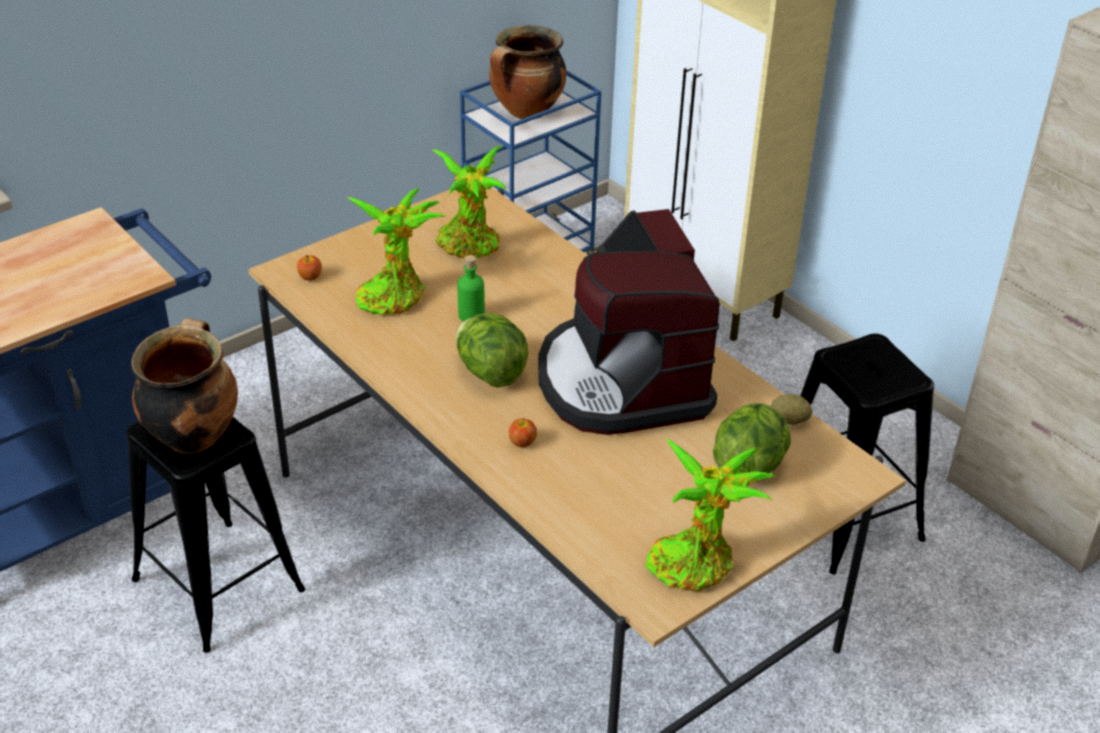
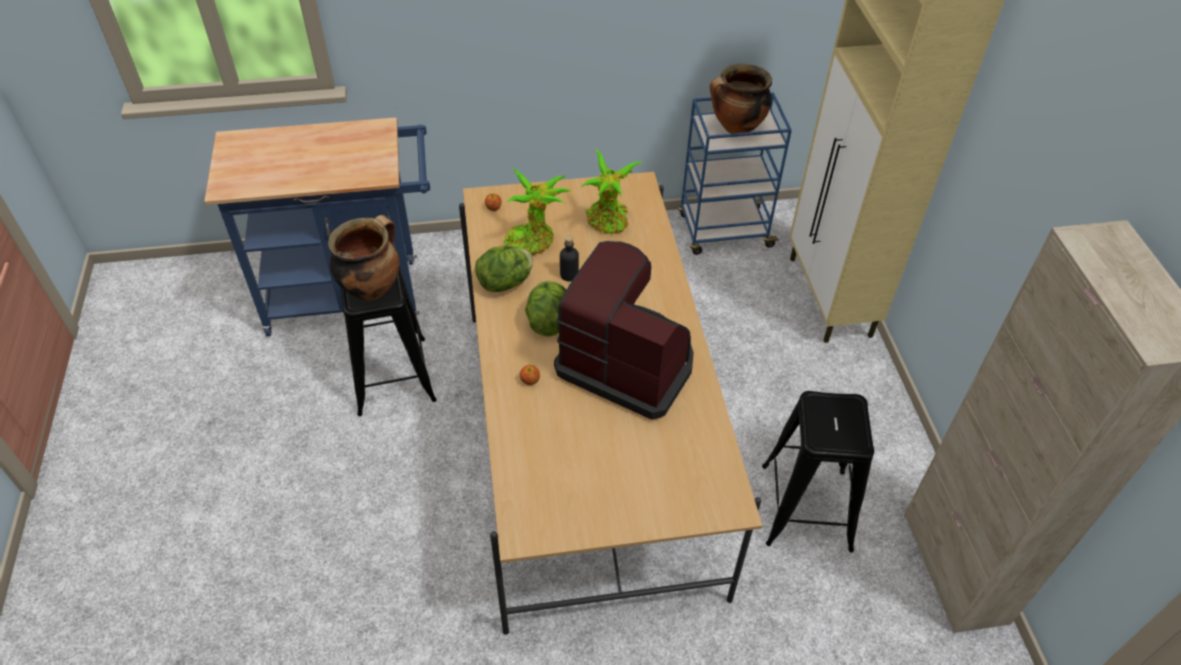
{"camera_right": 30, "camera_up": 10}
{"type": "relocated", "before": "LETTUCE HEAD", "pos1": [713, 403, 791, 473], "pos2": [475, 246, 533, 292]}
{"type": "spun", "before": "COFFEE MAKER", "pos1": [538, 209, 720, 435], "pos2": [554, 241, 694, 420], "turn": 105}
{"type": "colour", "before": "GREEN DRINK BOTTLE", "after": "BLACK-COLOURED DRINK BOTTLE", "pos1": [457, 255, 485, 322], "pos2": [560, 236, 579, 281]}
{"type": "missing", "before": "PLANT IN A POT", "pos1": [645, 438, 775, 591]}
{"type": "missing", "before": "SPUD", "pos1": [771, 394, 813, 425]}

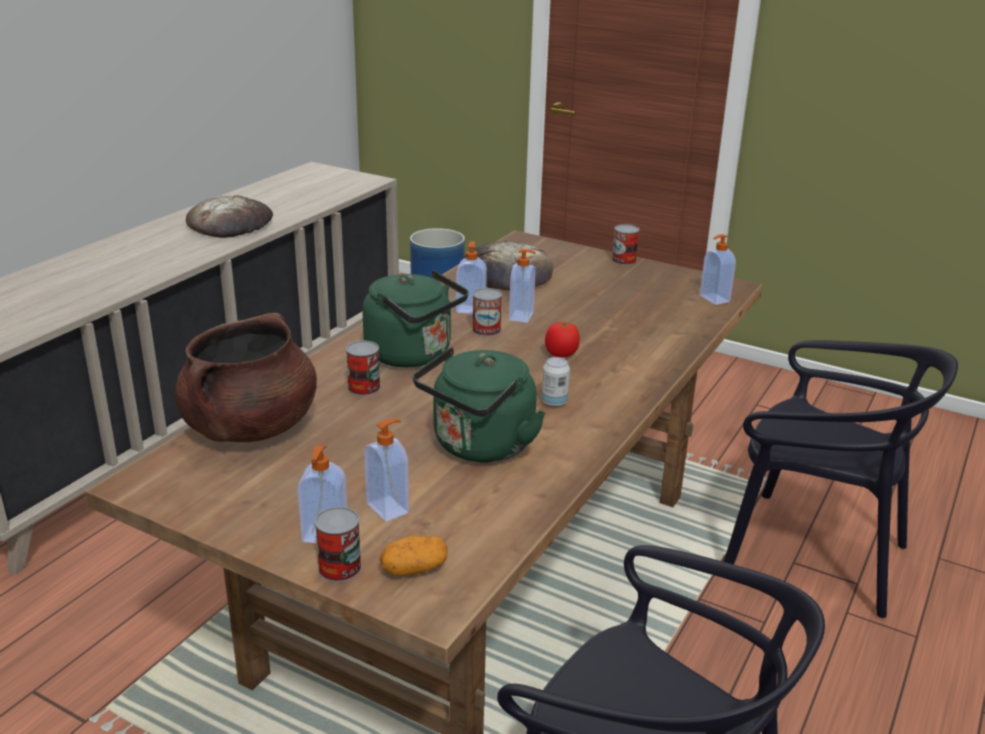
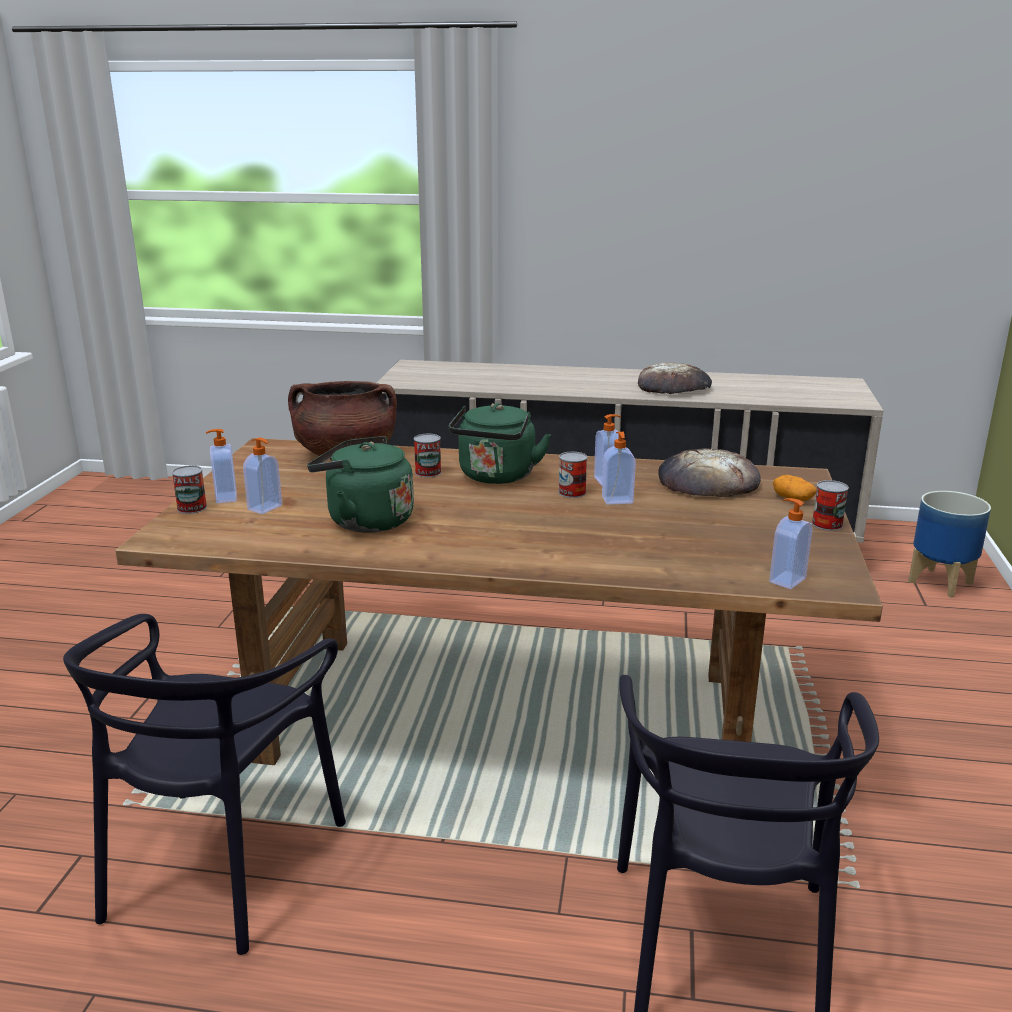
{"camera_right": 70, "camera_up": -5}
{"type": "relocated", "before": "SPUD", "pos1": [380, 536, 447, 576], "pos2": [773, 475, 816, 501]}
{"type": "missing", "before": "CAN", "pos1": [542, 357, 570, 407]}
{"type": "missing", "before": "TOMATO", "pos1": [545, 322, 580, 357]}

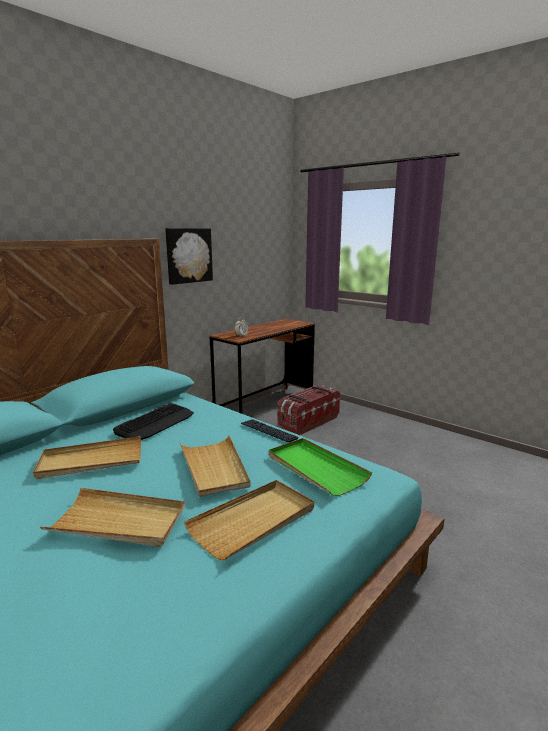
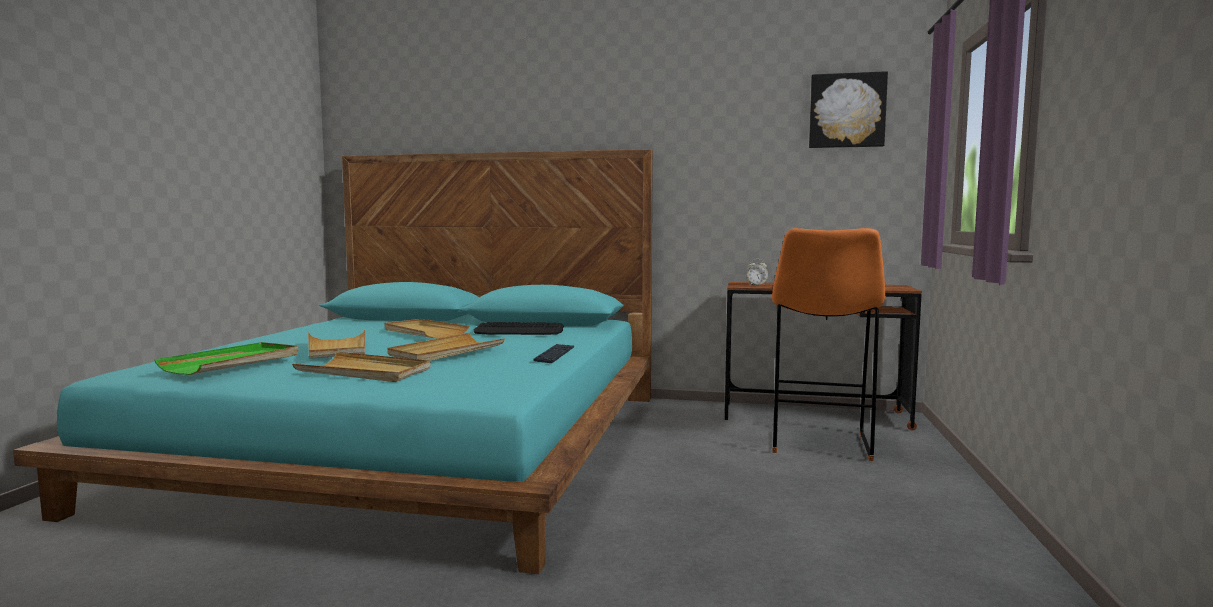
{"camera_right": 60, "camera_up": -10}
{"type": "relocated", "before": "GREEN TRAY", "pos1": [269, 438, 372, 496], "pos2": [154, 342, 299, 375]}
{"type": "exchanged", "before": "STORAGE CONTAINER", "after": "ORANGE-COLOURED STOOL", "pos1": [278, 386, 340, 435], "pos2": [772, 228, 885, 461]}
{"type": "relocated", "before": "WALL PICTURE", "pos1": [165, 228, 213, 285], "pos2": [809, 71, 888, 148]}

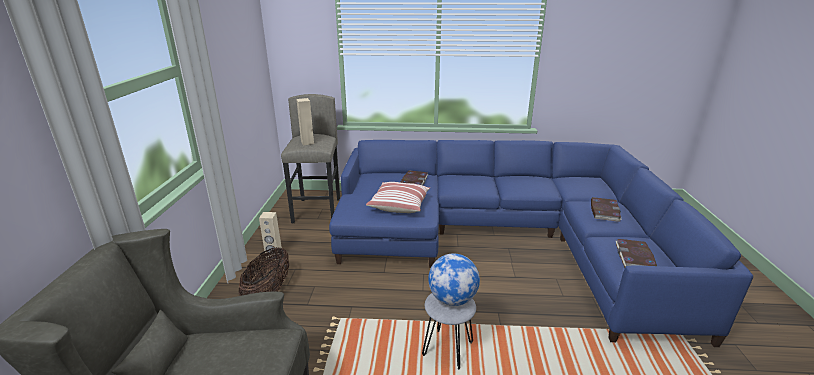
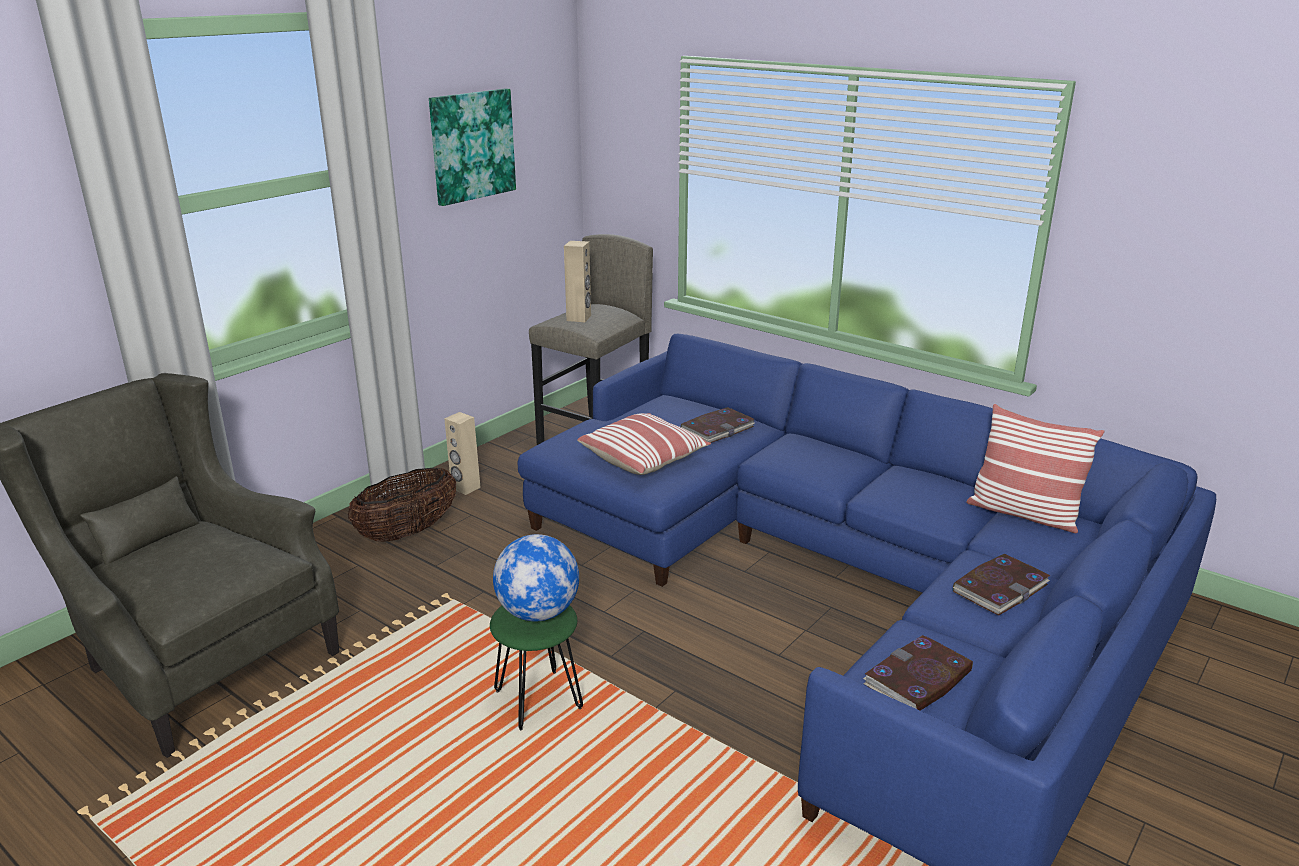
{"camera_right": 35, "camera_up": 0}
{"type": "appeared", "after": "WALL PICTURE", "pos2": [429, 88, 516, 206]}
{"type": "colour", "before": "GREYISH STOOL", "after": "GREEN STOOL", "pos1": [422, 293, 476, 369], "pos2": [490, 605, 583, 730]}
{"type": "appeared", "after": "THROW PILLOW", "pos2": [966, 404, 1104, 533]}

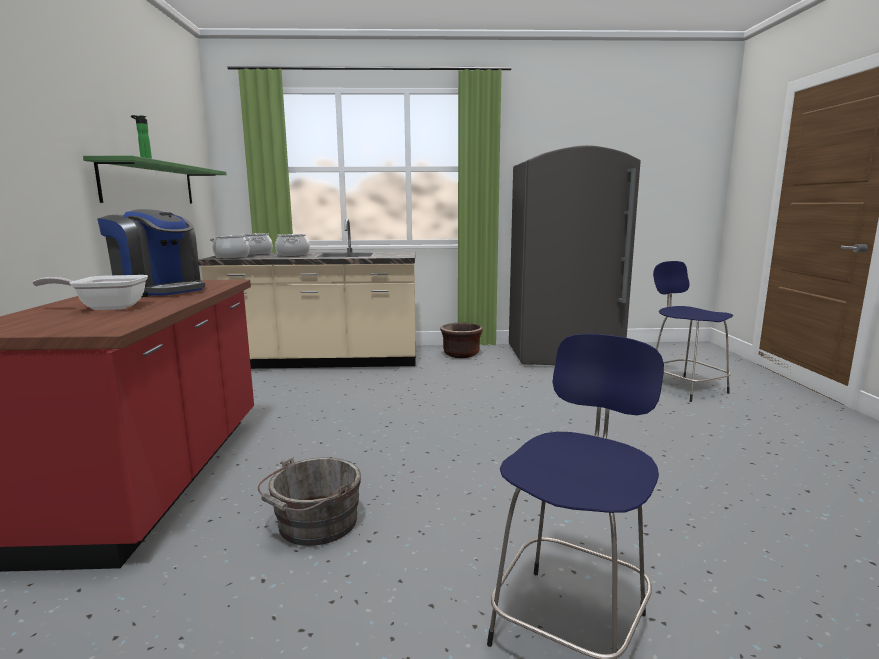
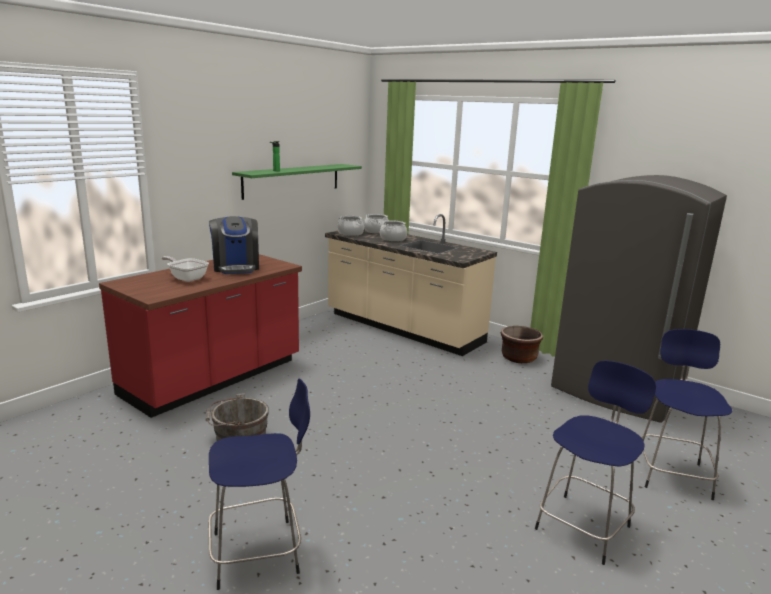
{"camera_right": 40, "camera_up": 5}
{"type": "appeared", "after": "BLUE-COLOURED STOOL", "pos2": [535, 361, 656, 565]}

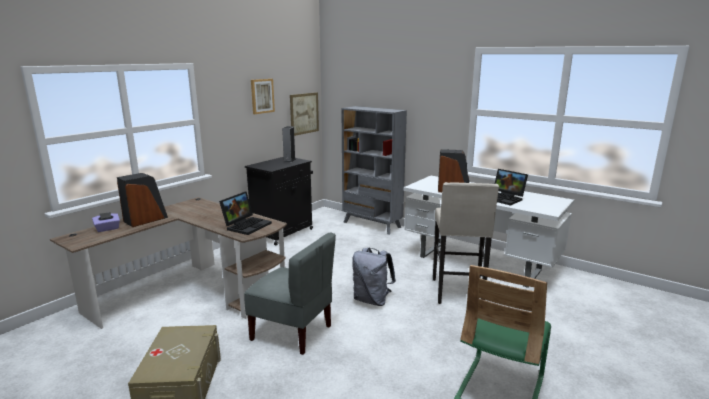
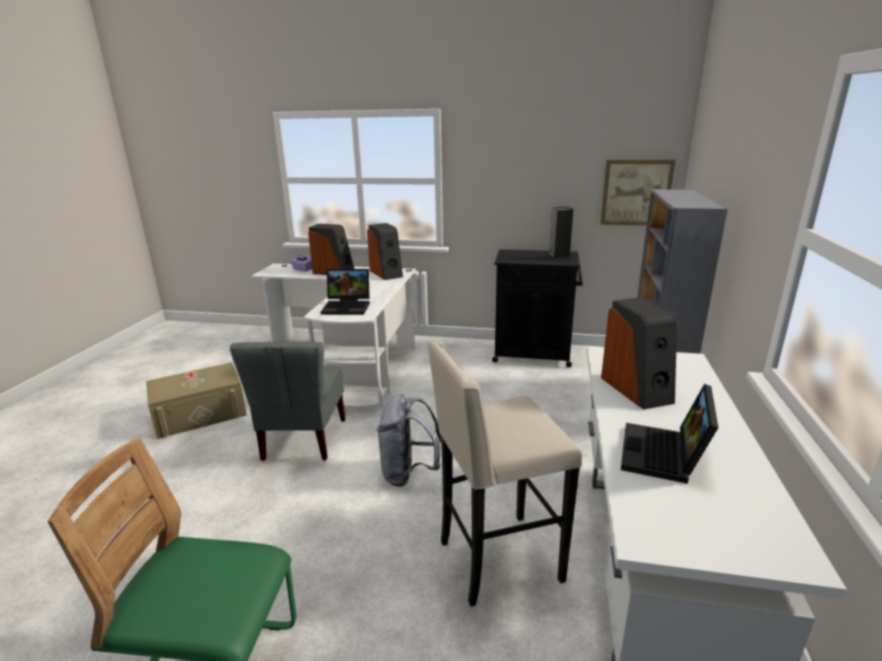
{"camera_right": 65, "camera_up": 5}
{"type": "colour", "before": "BROWNISH DESK TABLE", "after": "WHITISH DESK TABLE", "pos1": [50, 197, 287, 329], "pos2": [252, 264, 416, 409]}
{"type": "appeared", "after": "LOUDSPEAKER", "pos2": [367, 223, 403, 280]}
{"type": "missing", "before": "WALL PICTURE", "pos1": [251, 79, 275, 114]}

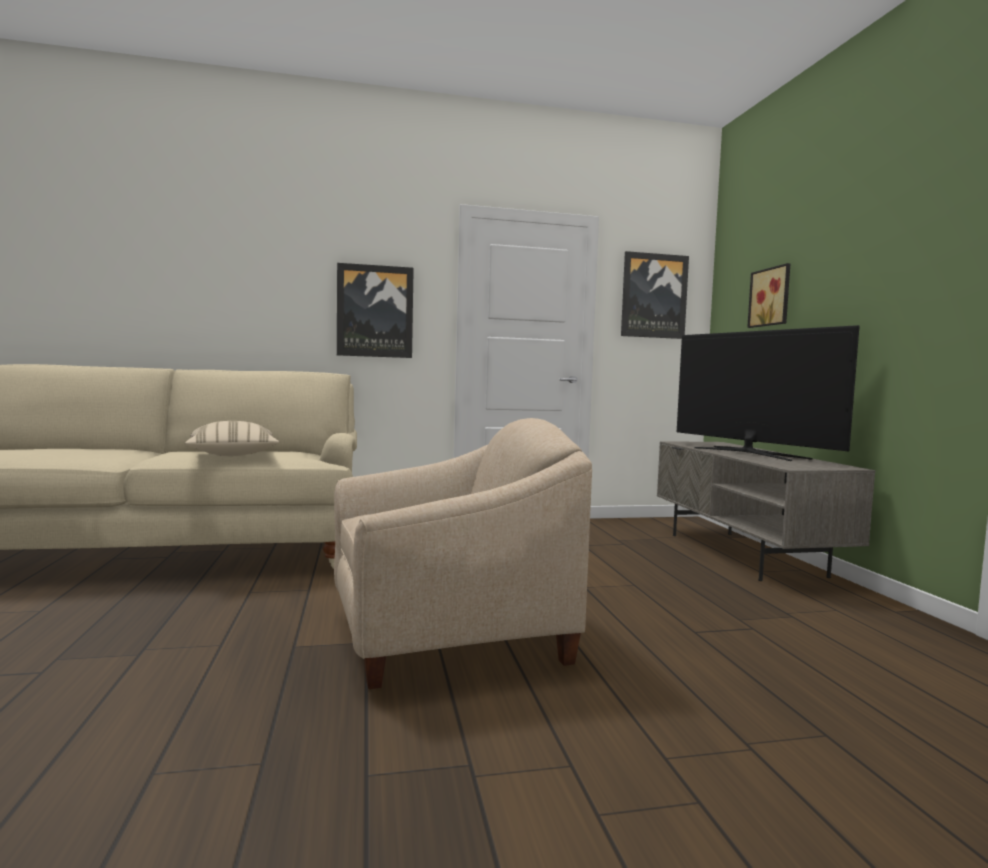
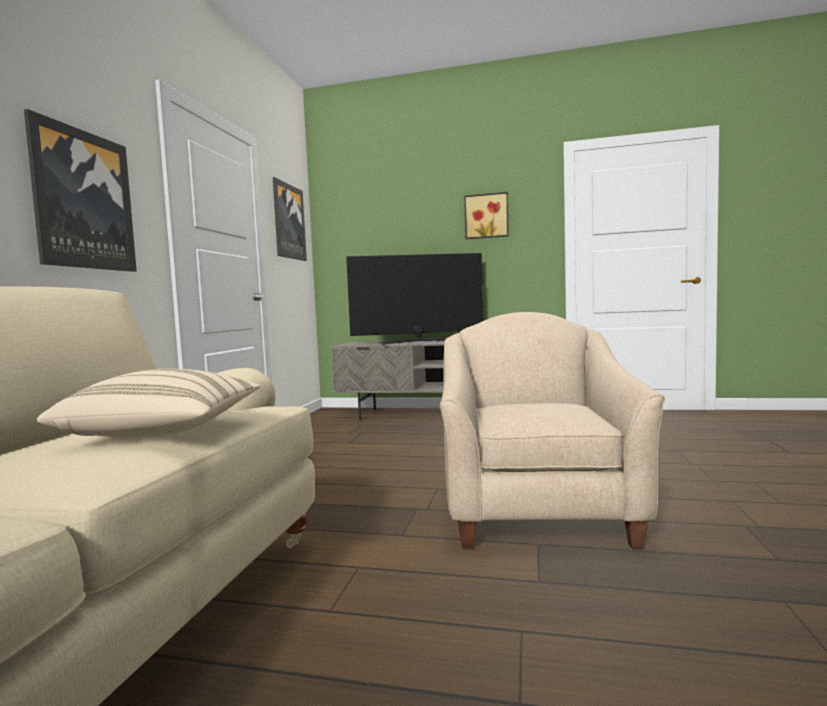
{"camera_right": -65, "camera_up": 0}
{"type": "relocated", "before": "WALL PICTURE", "pos1": [747, 263, 791, 328], "pos2": [464, 192, 509, 239]}

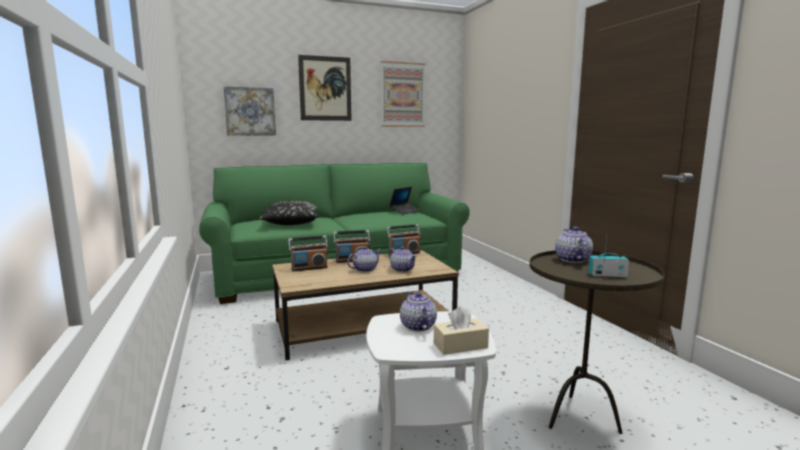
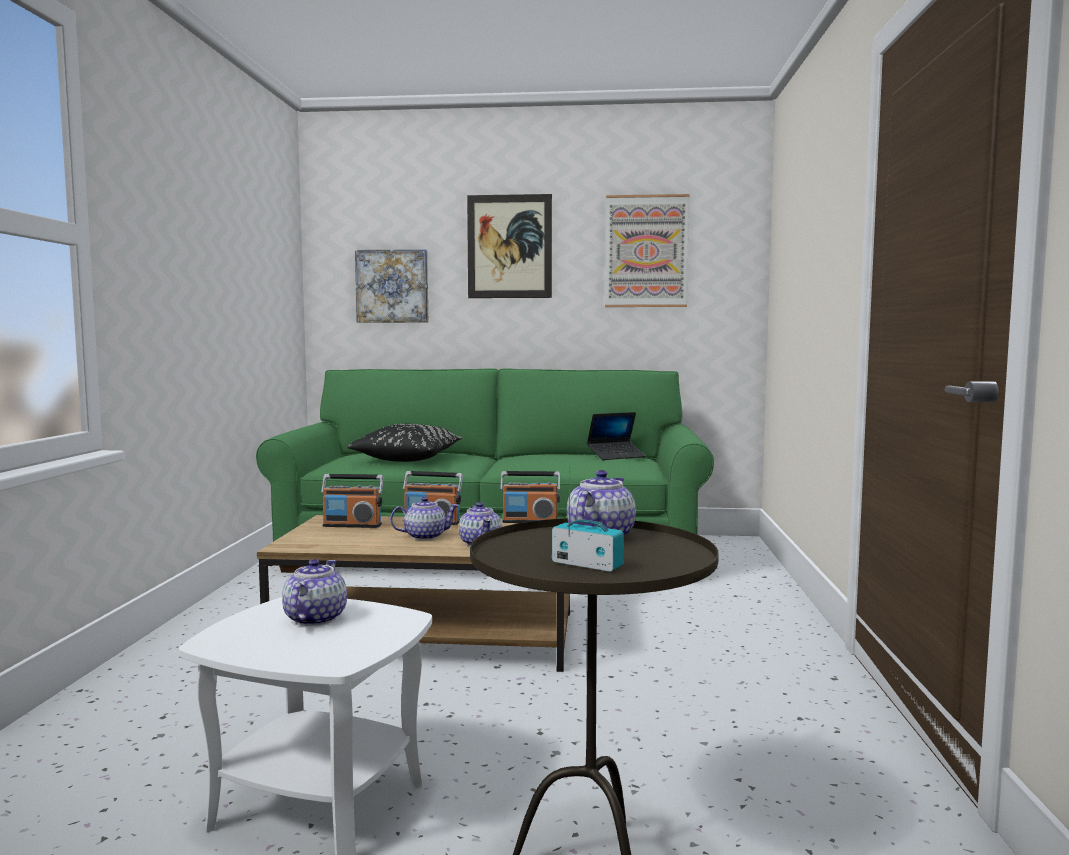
{"camera_right": 25, "camera_up": -5}
{"type": "missing", "before": "BEIGE-COLOURED BOX OF TISSUES", "pos1": [434, 306, 489, 355]}

